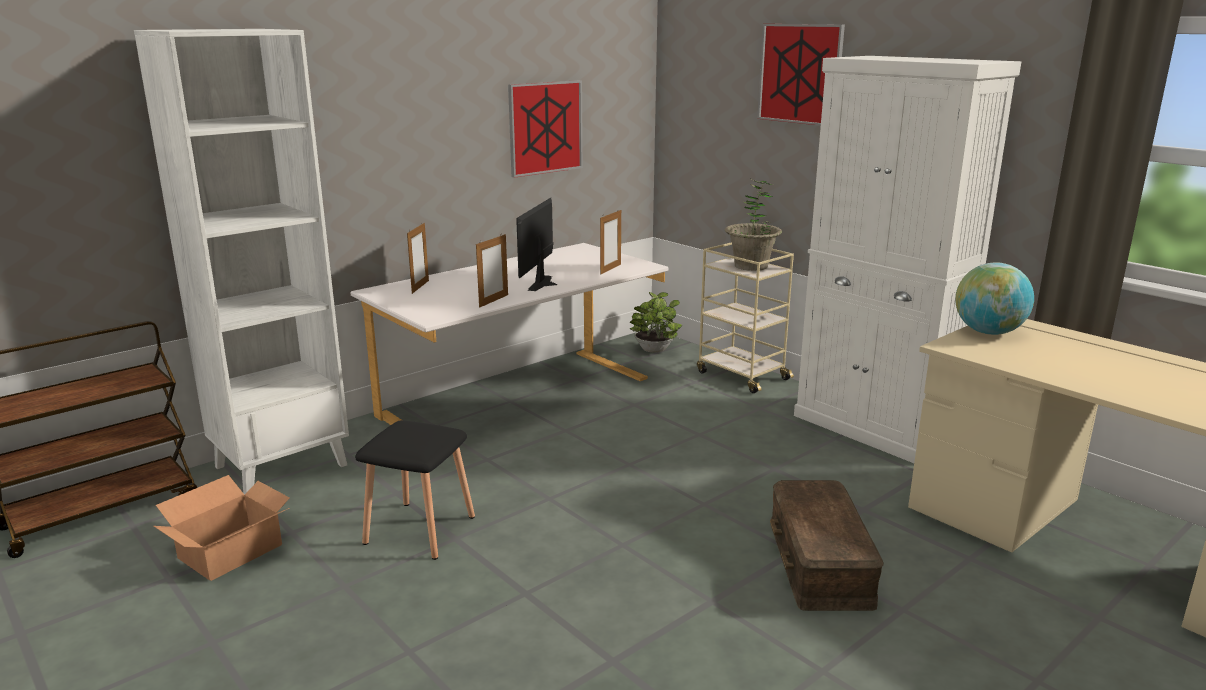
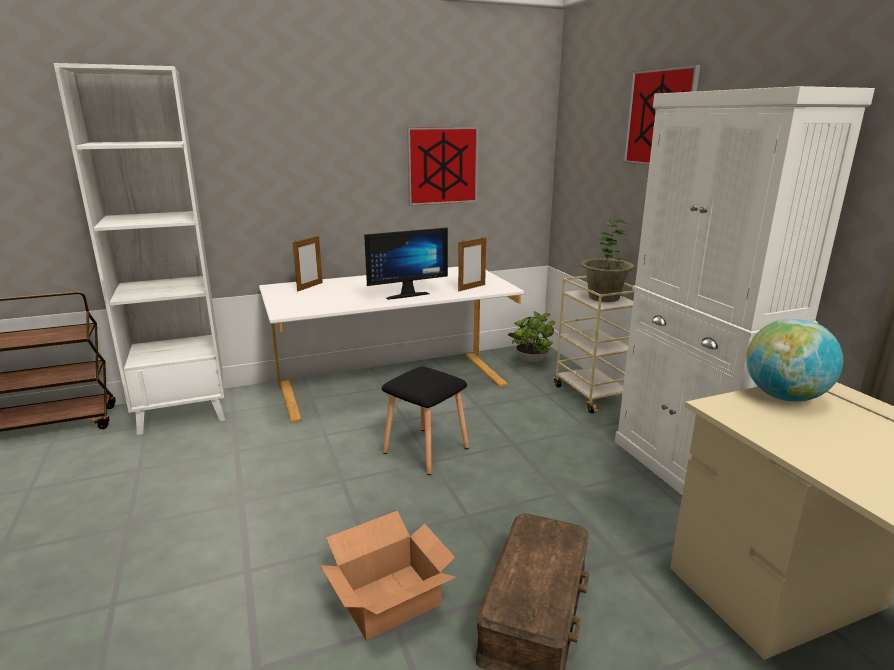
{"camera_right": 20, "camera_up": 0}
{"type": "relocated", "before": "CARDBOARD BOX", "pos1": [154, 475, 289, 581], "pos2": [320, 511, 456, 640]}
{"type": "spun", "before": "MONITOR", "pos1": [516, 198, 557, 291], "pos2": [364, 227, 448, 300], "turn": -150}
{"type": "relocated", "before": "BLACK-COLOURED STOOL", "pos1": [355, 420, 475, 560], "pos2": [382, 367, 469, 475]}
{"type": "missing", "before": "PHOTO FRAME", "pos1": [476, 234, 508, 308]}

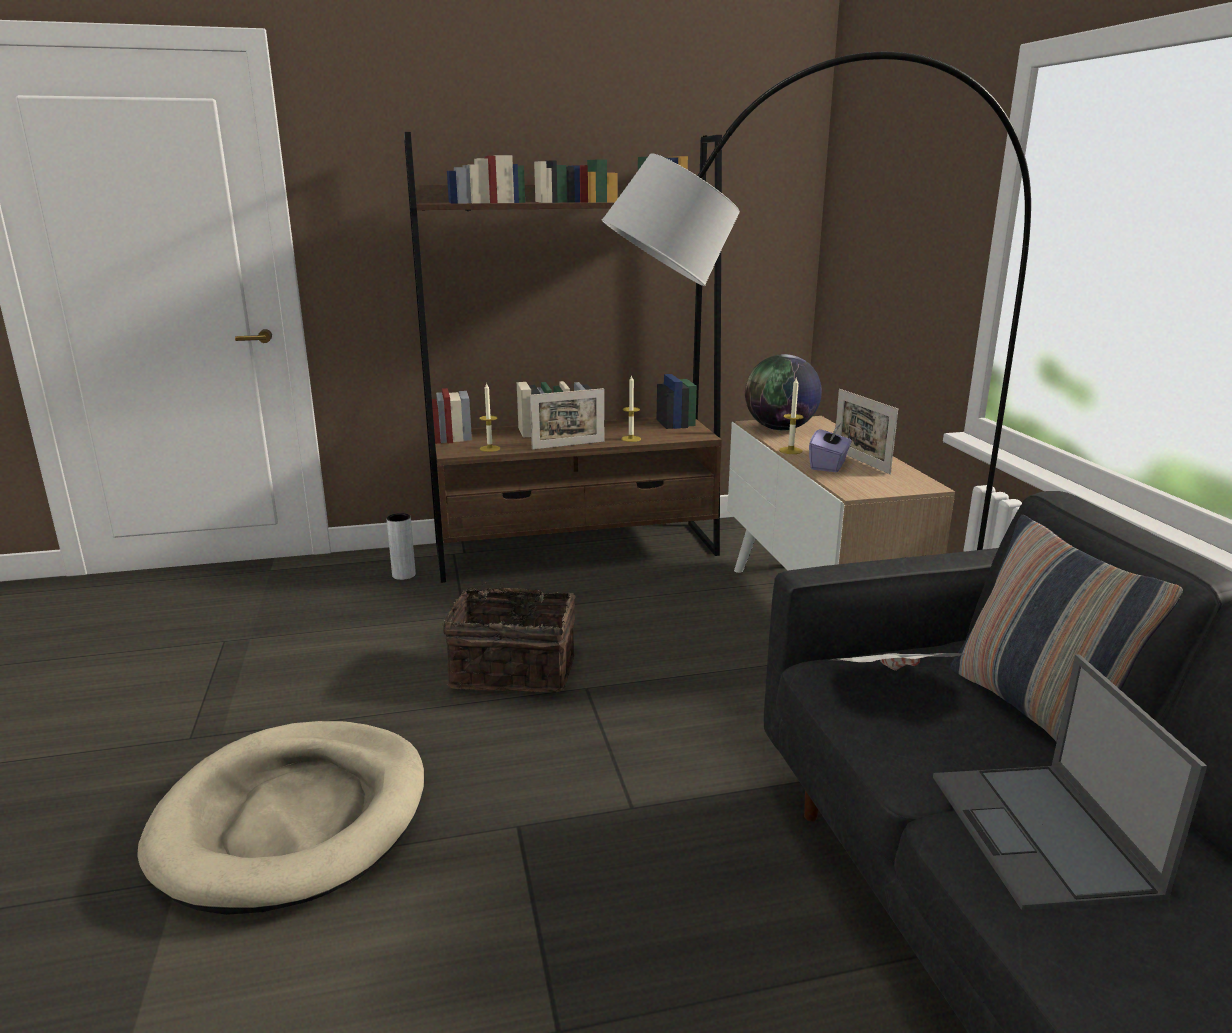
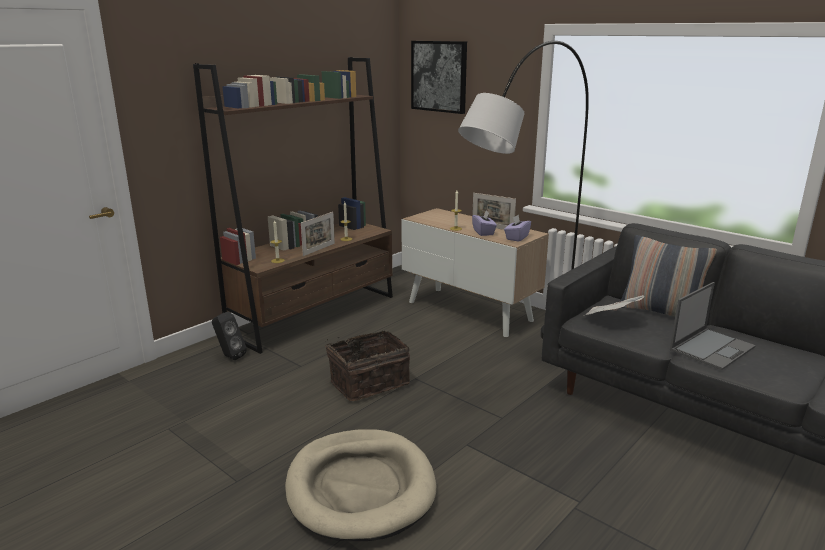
{"camera_right": -35, "camera_up": 0}
{"type": "exchanged", "before": "GREYISH DECORATIVE VASE", "after": "BLACK-COLOURED LOUDSPEAKER", "pos1": [387, 513, 416, 580], "pos2": [212, 312, 247, 360]}
{"type": "appeared", "after": "WALL PICTURE", "pos2": [411, 41, 467, 114]}
{"type": "appeared", "after": "PURPLE BOX OF TISSUES", "pos2": [504, 215, 531, 242]}
{"type": "spun", "before": "LAPTOP", "pos1": [933, 654, 1207, 911], "pos2": [670, 282, 756, 370], "turn": -90}
{"type": "missing", "before": "WORLD GLOBE", "pos1": [745, 354, 822, 431]}

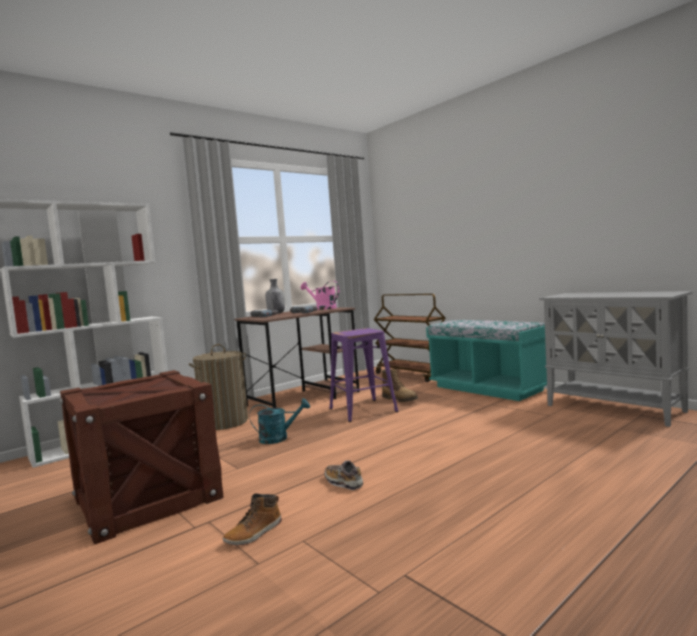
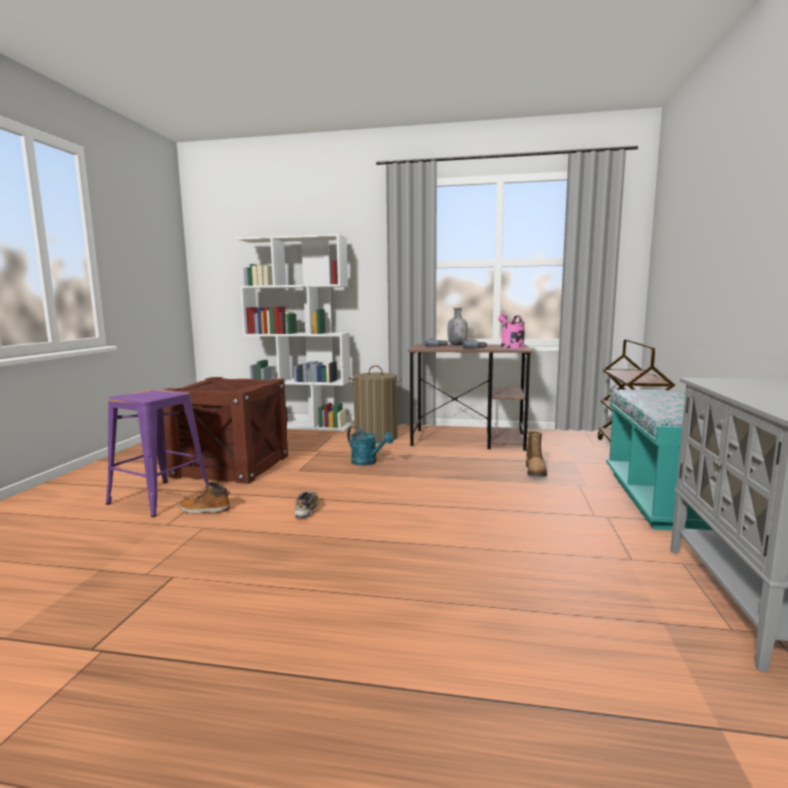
{"camera_right": 50, "camera_up": 5}
{"type": "relocated", "before": "PURPLE STOOL", "pos1": [329, 328, 399, 422], "pos2": [106, 389, 209, 517]}

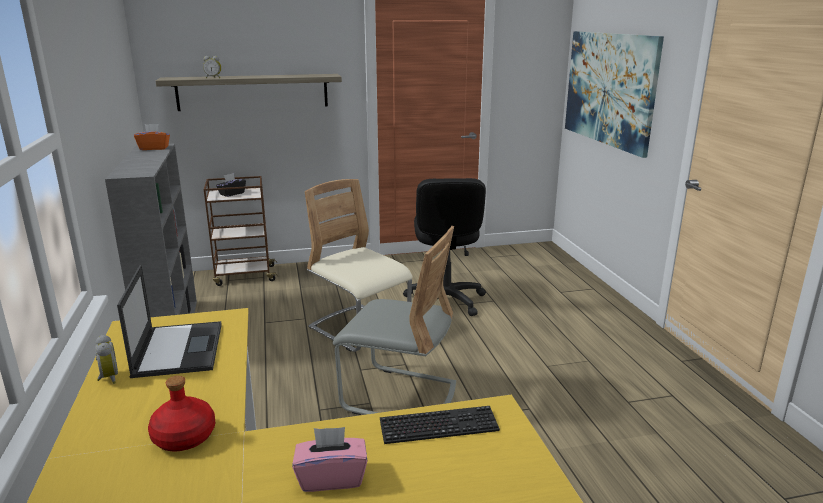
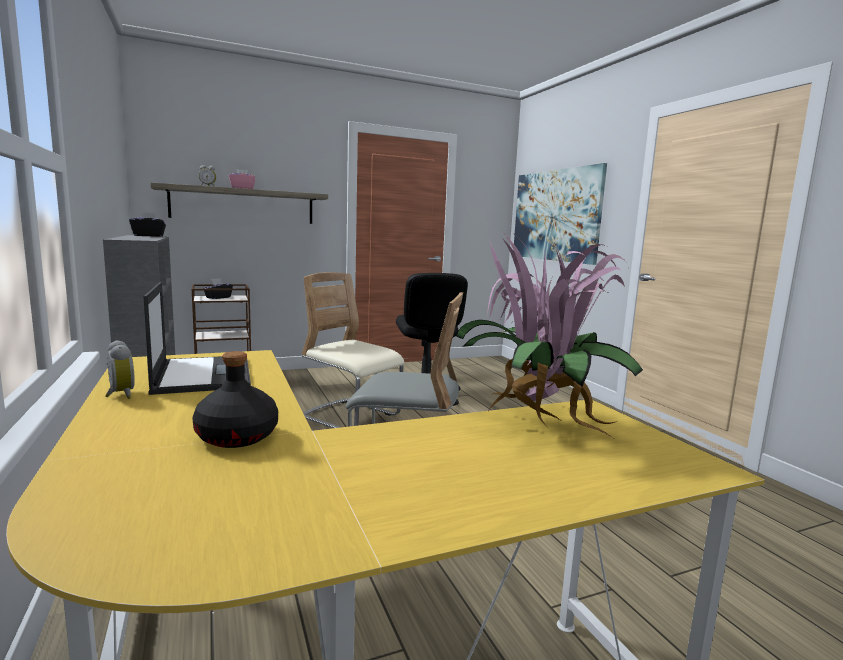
{"camera_right": -10, "camera_up": -10}
{"type": "colour", "before": "ORANGE-COLOURED BOX OF TISSUES", "after": "BLACK-COLOURED BOX OF TISSUES", "pos1": [134, 124, 170, 150], "pos2": [129, 212, 166, 237]}
{"type": "colour", "before": "REDDISH DRINK BOTTLE", "after": "BLACK-COLOURED DRINK BOTTLE", "pos1": [148, 376, 215, 451], "pos2": [192, 351, 278, 448]}
{"type": "relocated", "before": "PINK-COLOURED BOX OF TISSUES", "pos1": [292, 427, 368, 492], "pos2": [229, 169, 255, 189]}
{"type": "exchanged", "before": "KEYBOARD", "after": "PLANT IN A POT", "pos1": [380, 406, 500, 444], "pos2": [456, 232, 643, 440]}

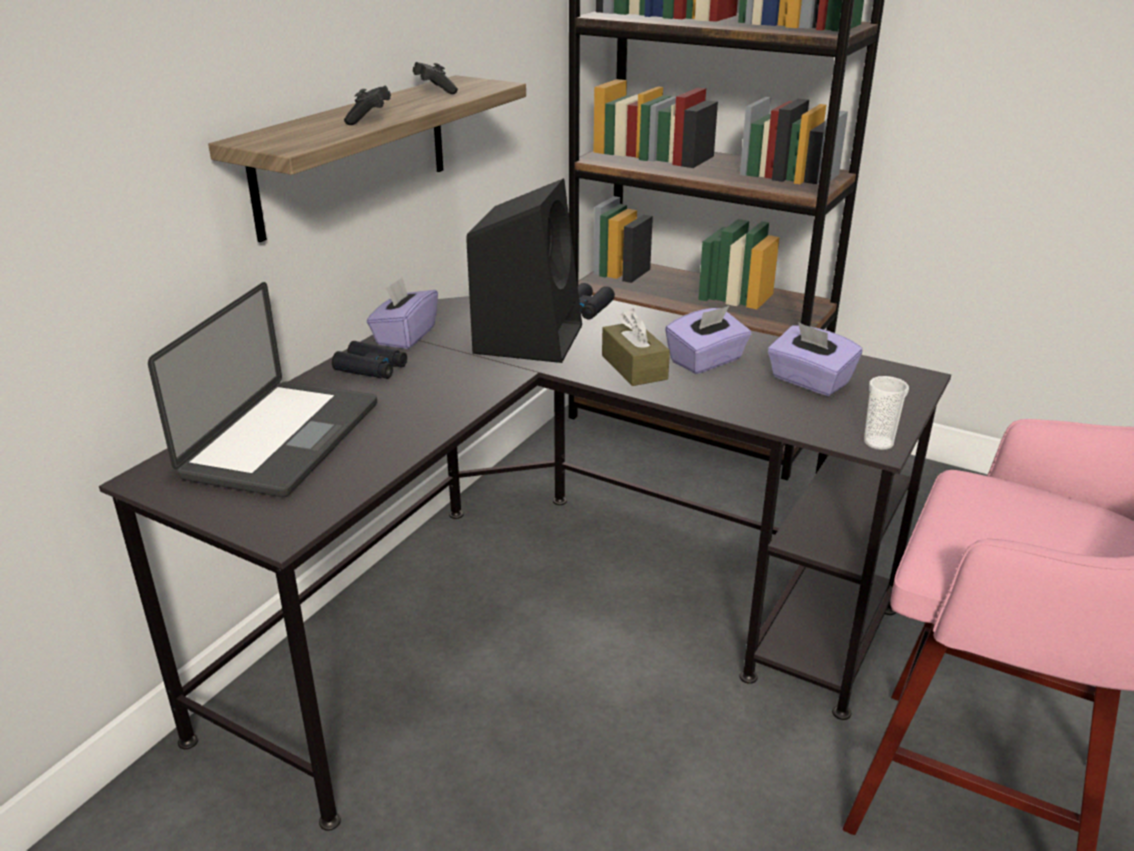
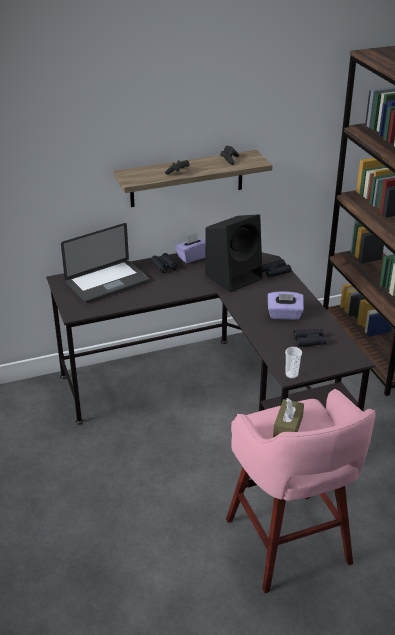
{"camera_right": 40, "camera_up": 5}
{"type": "relocated", "before": "BROWNISH BOX OF TISSUES", "pos1": [602, 309, 670, 386], "pos2": [273, 398, 304, 437]}
{"type": "exchanged", "before": "PURPLE BOX OF TISSUES", "after": "BLACK-COLOURED PAIR OF BINOCULARS", "pos1": [768, 322, 862, 396], "pos2": [294, 329, 327, 347]}

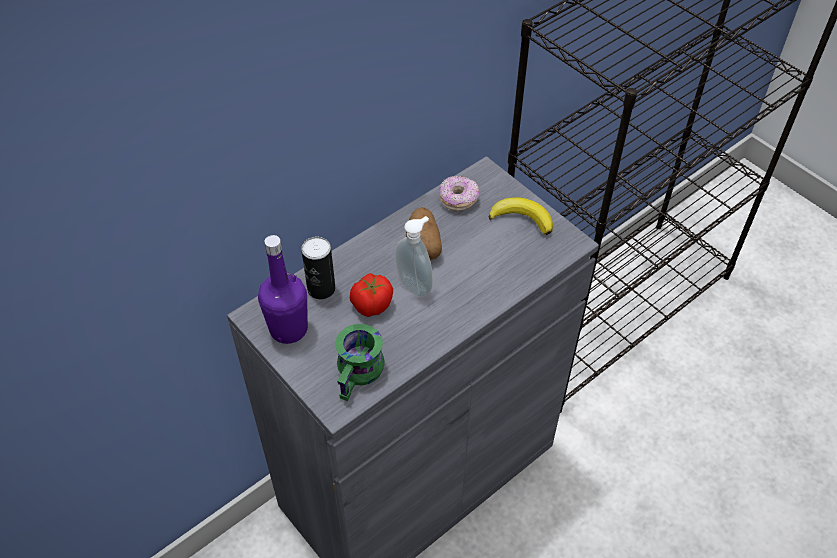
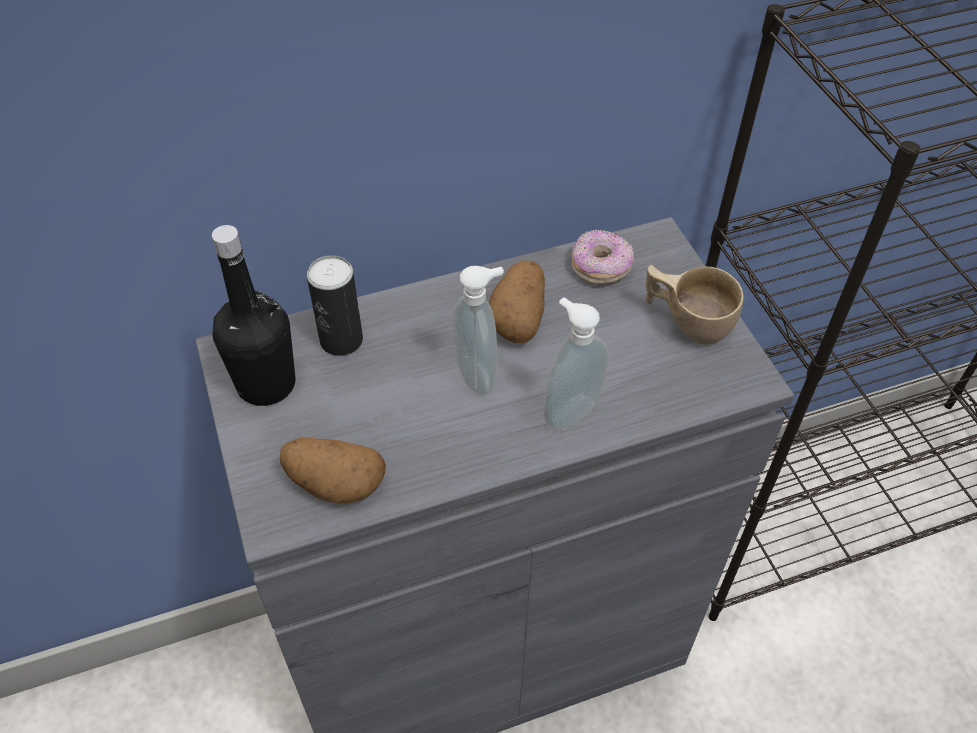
{"camera_right": 20, "camera_up": 0}
{"type": "colour", "before": "PURPLE DRINK BOTTLE", "after": "BLACK-COLOURED DRINK BOTTLE", "pos1": [258, 235, 308, 344], "pos2": [212, 225, 296, 406]}
{"type": "exchanged", "before": "GREEN COFFEE MUG", "after": "SPUD", "pos1": [335, 324, 385, 401], "pos2": [280, 437, 386, 504]}
{"type": "appeared", "after": "LIQUID SOAP BOTTLE", "pos2": [543, 297, 608, 431]}
{"type": "exchanged", "before": "BANANA", "after": "BEIGE-COLOURED DRINKING CUP", "pos1": [489, 197, 553, 235], "pos2": [646, 265, 743, 345]}
{"type": "missing", "before": "TOMATO", "pos1": [350, 273, 393, 317]}

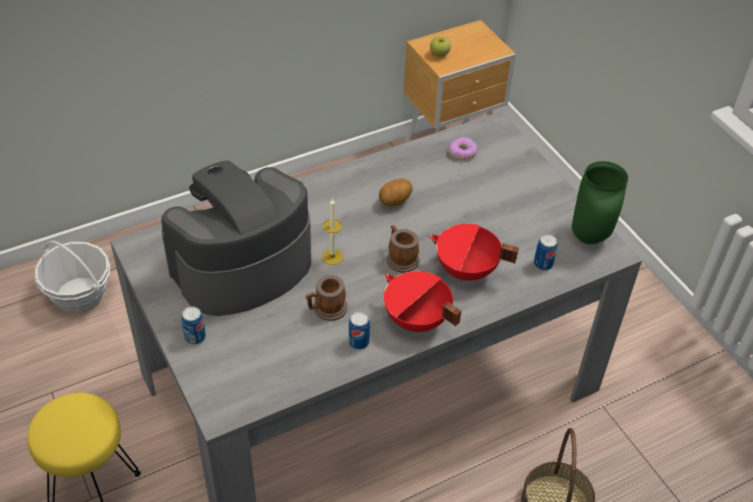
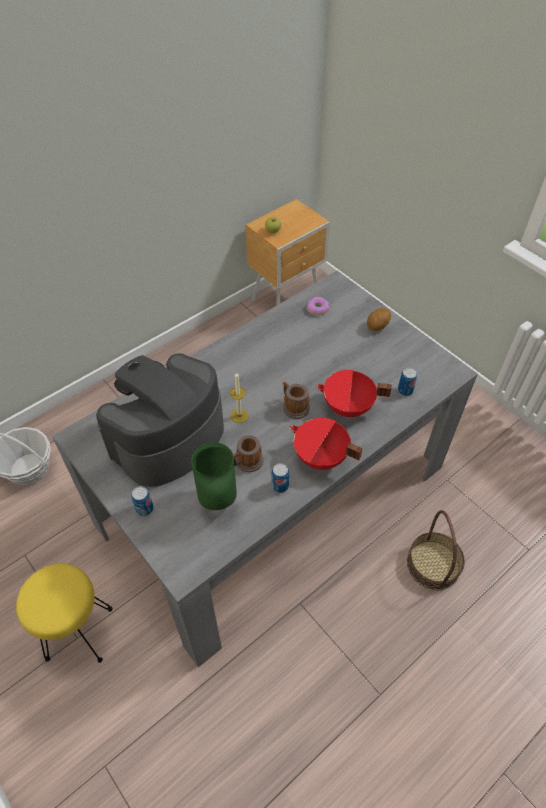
{"camera_right": -10, "camera_up": 5}
{"type": "relocated", "before": "GREEN DECORATIVE VASE", "pos1": [572, 161, 628, 244], "pos2": [191, 442, 237, 510]}
{"type": "relocated", "before": "SPUD", "pos1": [379, 178, 412, 206], "pos2": [367, 307, 391, 331]}

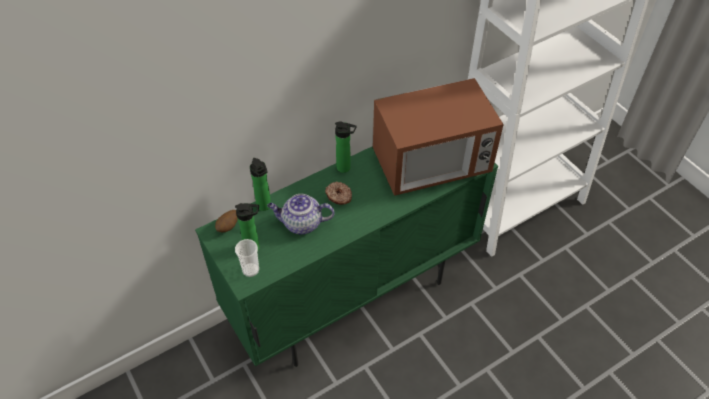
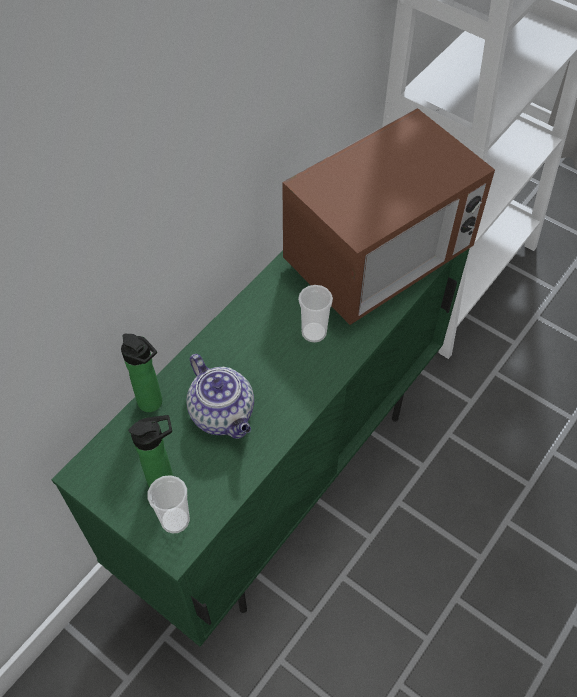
{"camera_right": -20, "camera_up": 5}
{"type": "spun", "before": "POT FOR TEA", "pos1": [267, 194, 335, 234], "pos2": [186, 354, 254, 439], "turn": -105}
{"type": "appeared", "after": "DRINKING CUP", "pos2": [298, 285, 333, 343]}
{"type": "missing", "before": "SPUD", "pos1": [215, 210, 238, 233]}
{"type": "missing", "before": "DONUT", "pos1": [325, 182, 352, 205]}
{"type": "missing", "before": "DRINK BOTTLE", "pos1": [335, 121, 357, 173]}

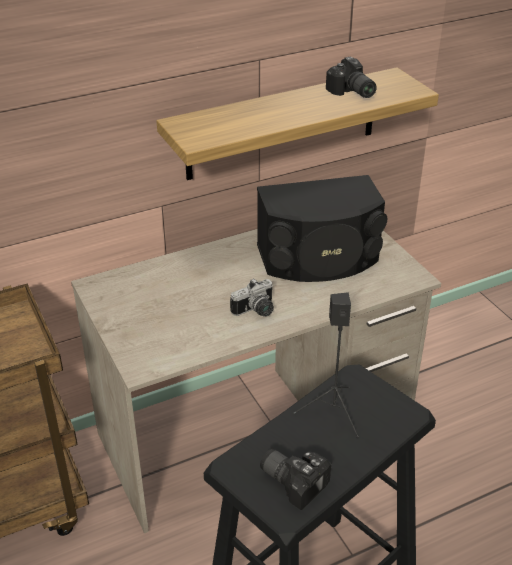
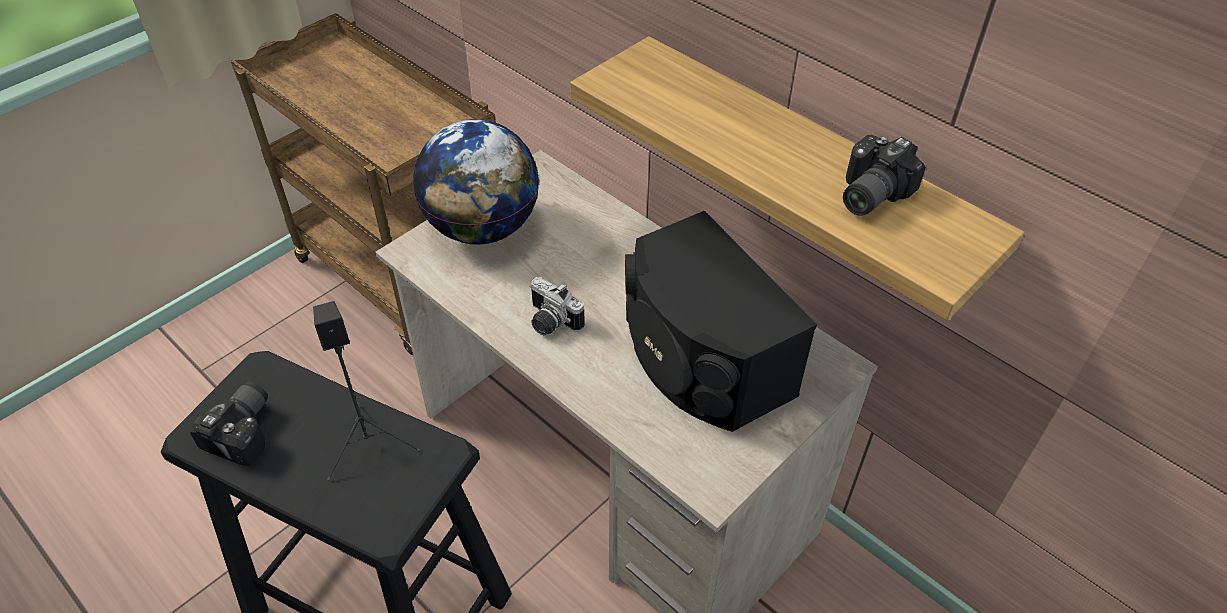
{"camera_right": 70, "camera_up": 10}
{"type": "appeared", "after": "WORLD GLOBE", "pos2": [414, 119, 539, 245]}

